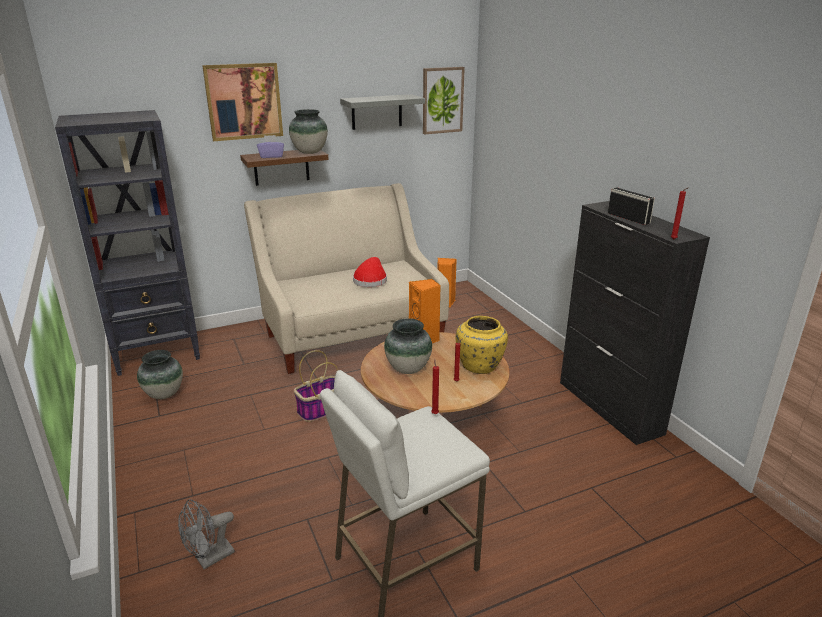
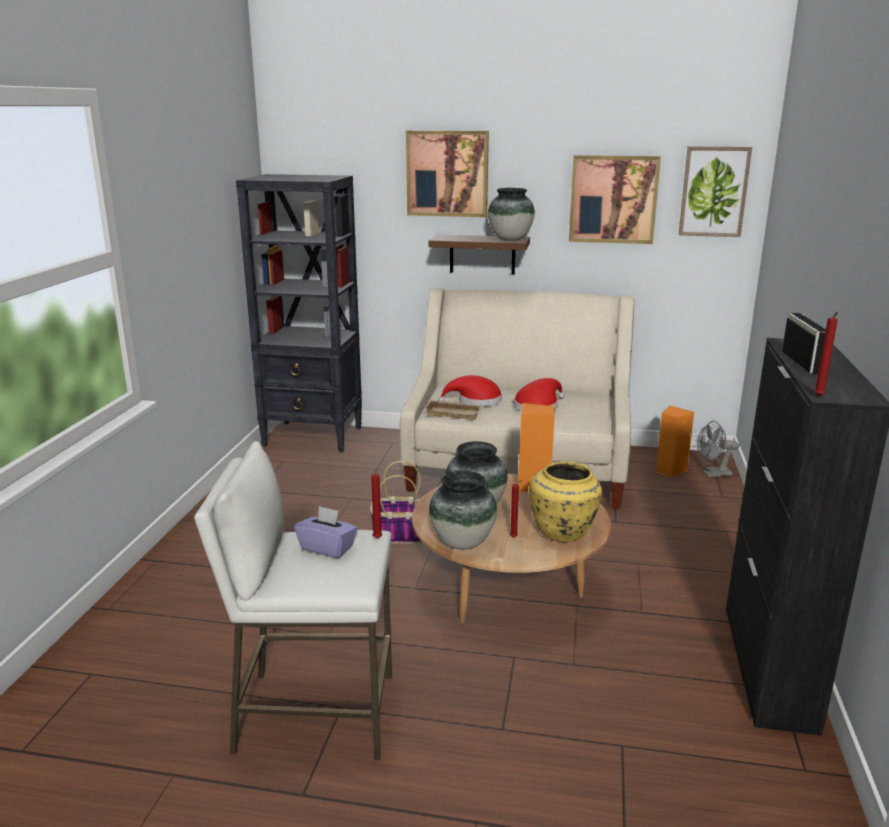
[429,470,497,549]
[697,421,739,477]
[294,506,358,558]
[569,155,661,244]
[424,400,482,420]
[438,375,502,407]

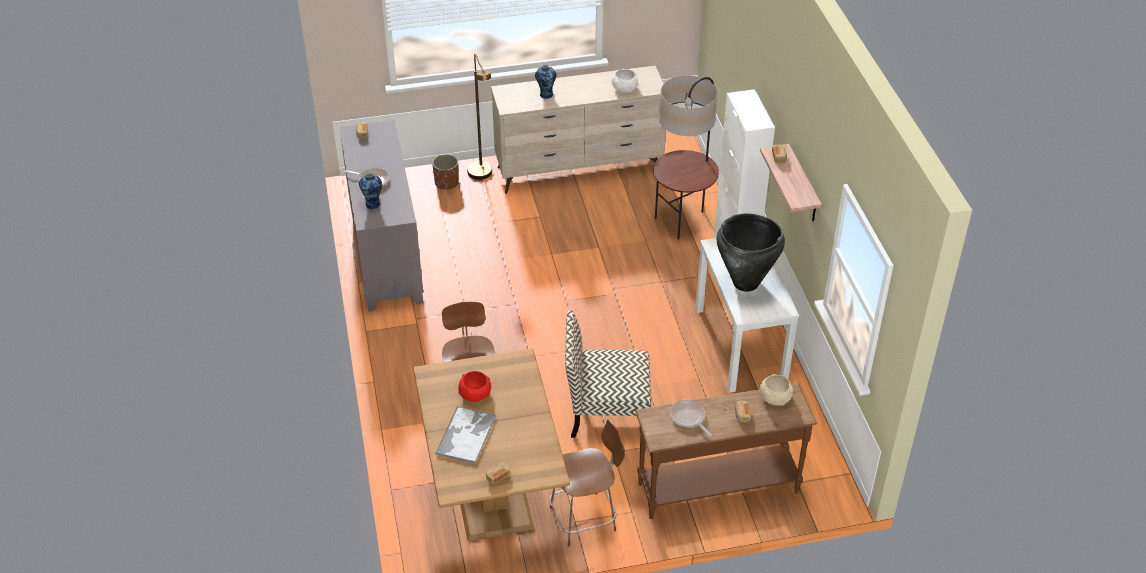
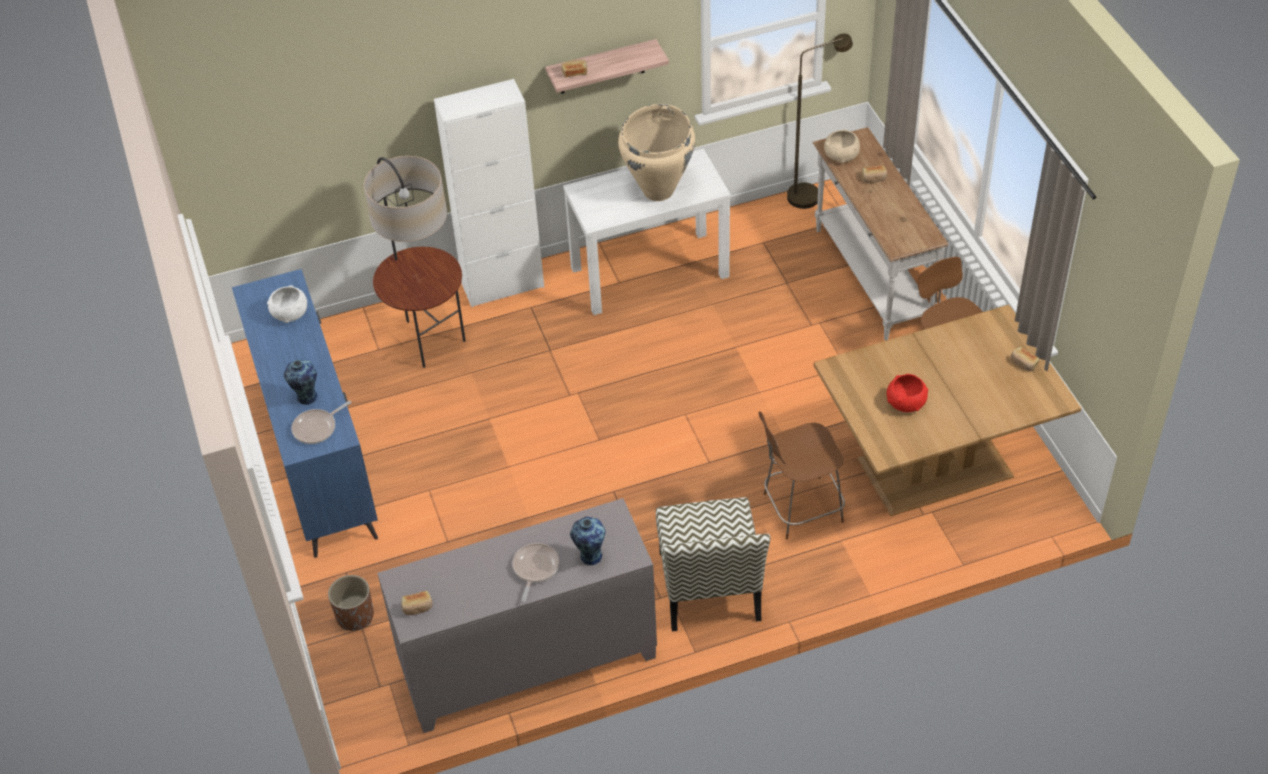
[435,406,496,464] (first image)
[787,33,853,209]
[232,269,378,558]
[656,497,771,632]
[812,127,948,341]
[291,401,351,444]
[618,104,695,201]

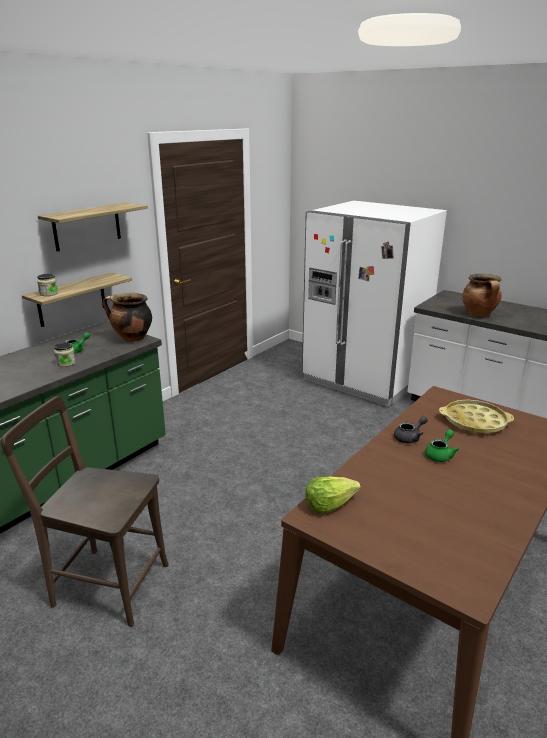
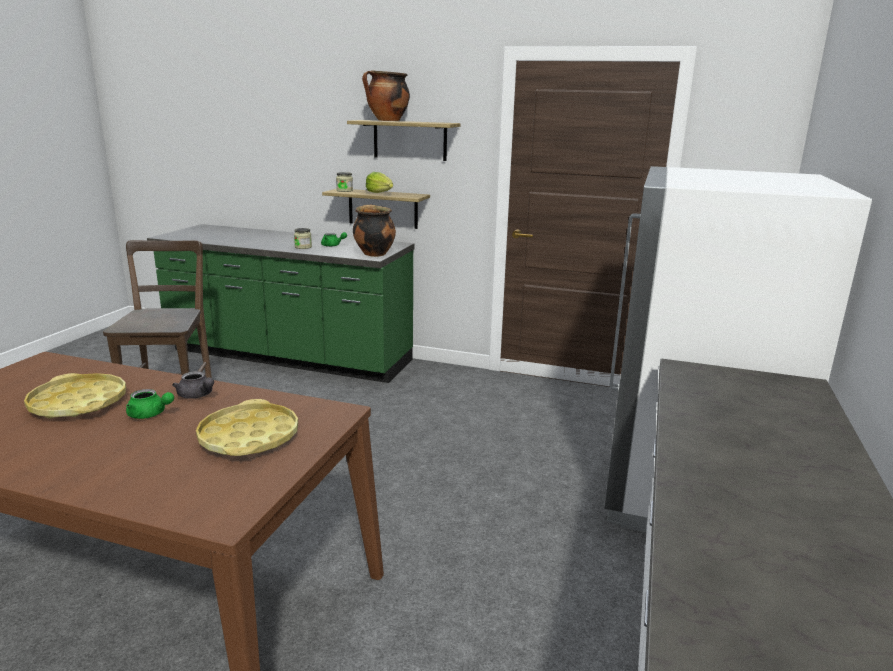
[366,172,393,193]
[362,70,410,121]
[24,373,126,418]

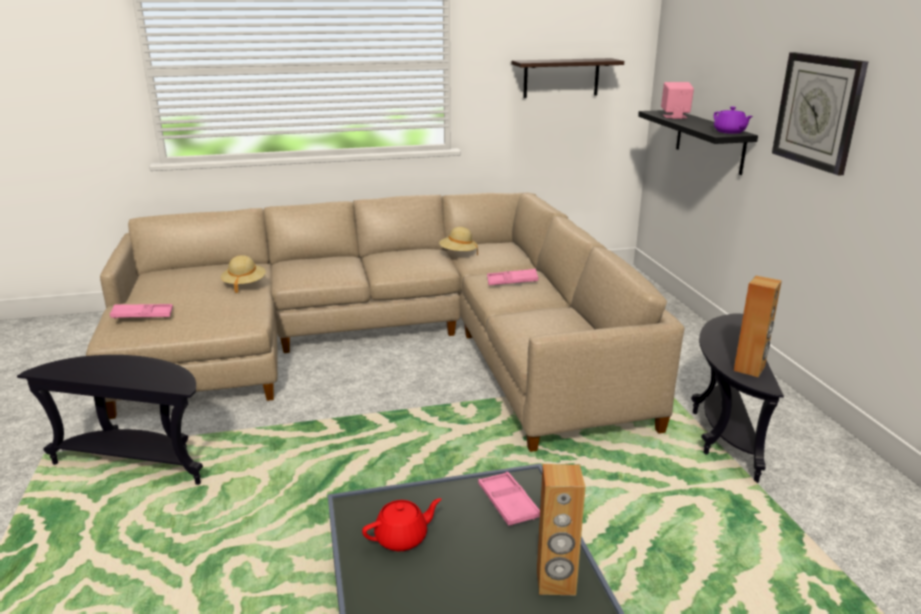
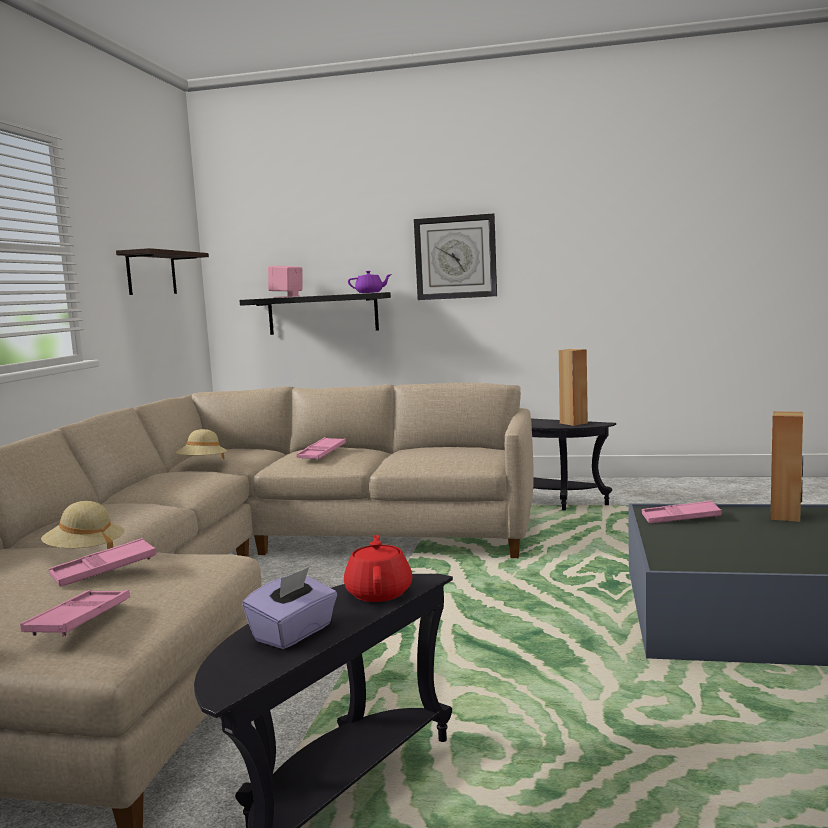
[344,535,412,602]
[49,538,157,586]
[242,567,337,649]

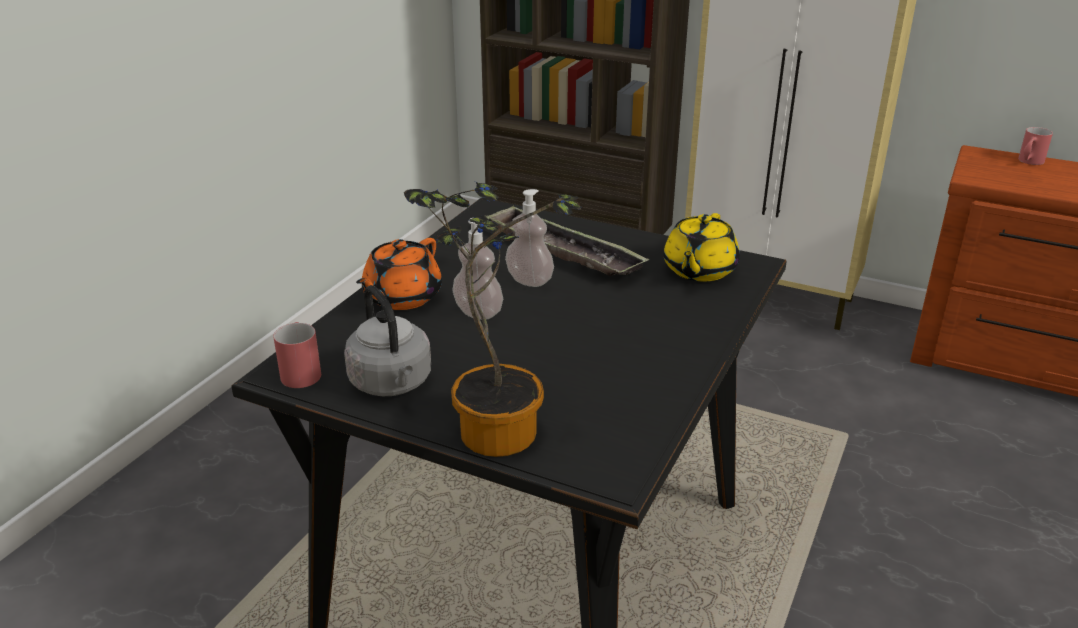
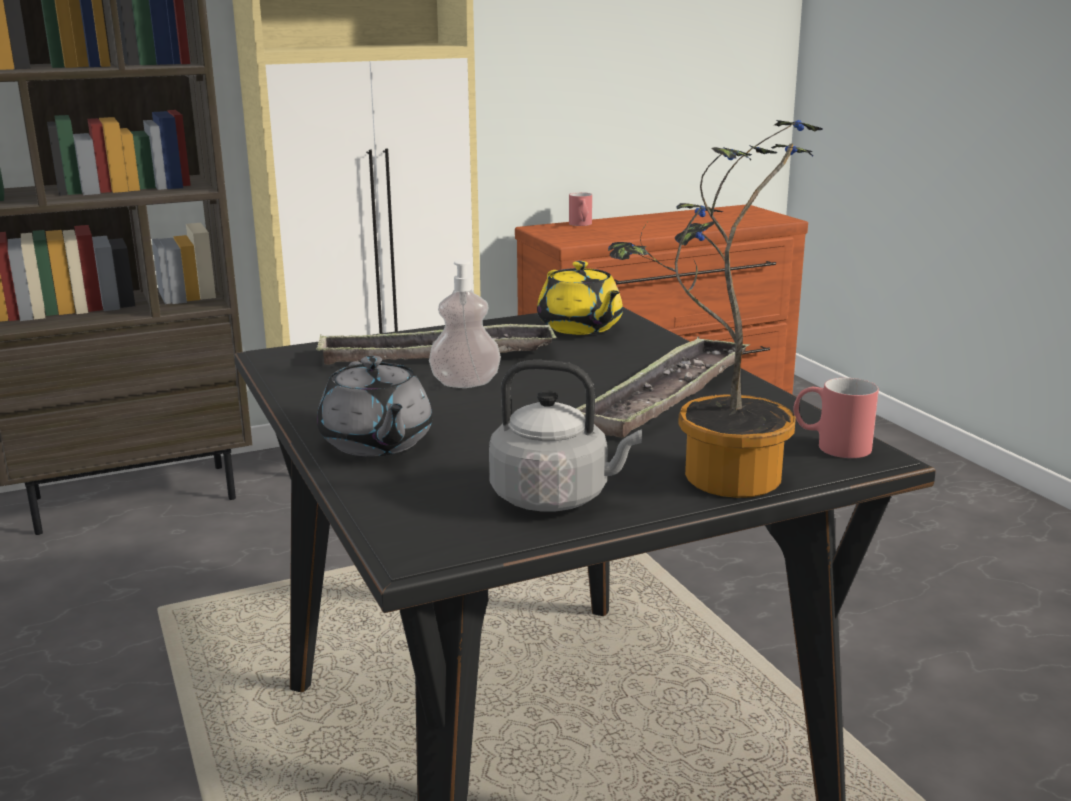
[793,378,879,458]
[317,356,433,456]
[452,218,503,320] (first image)
[576,337,750,438]

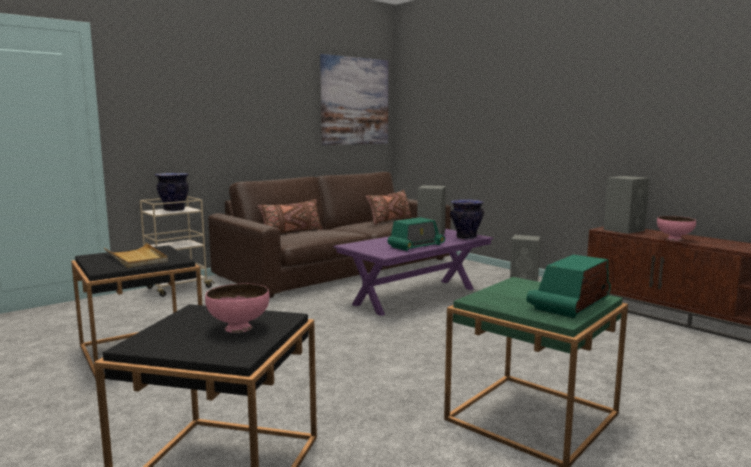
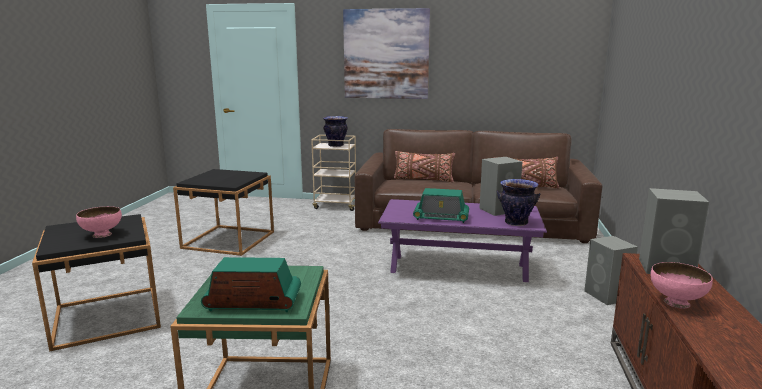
[104,243,168,268] (first image)
[343,8,430,99]

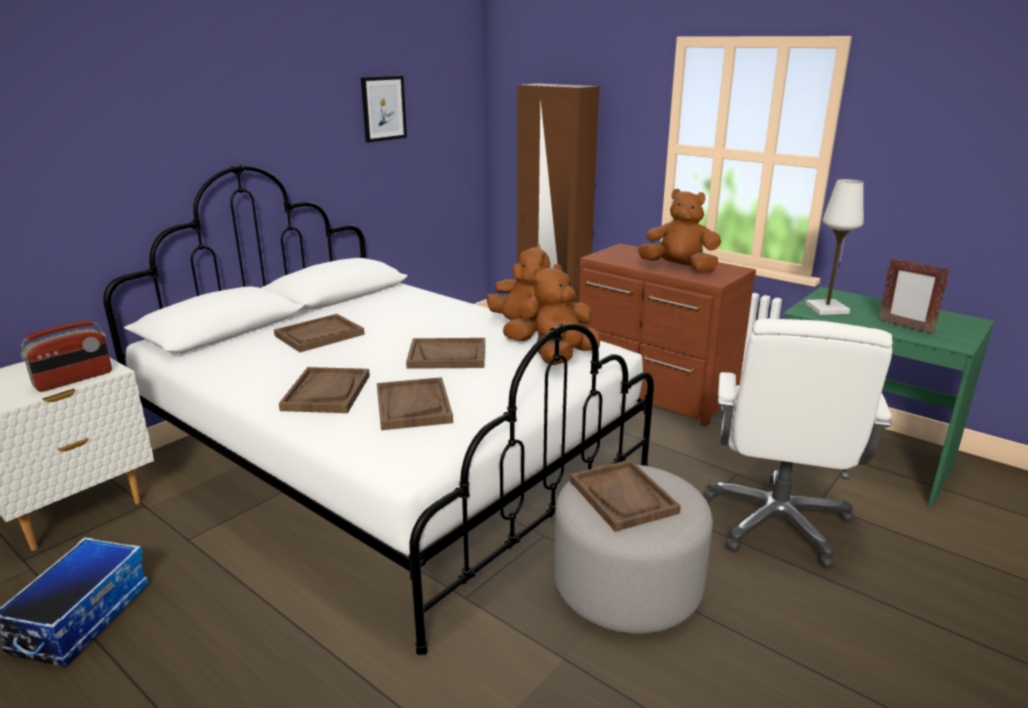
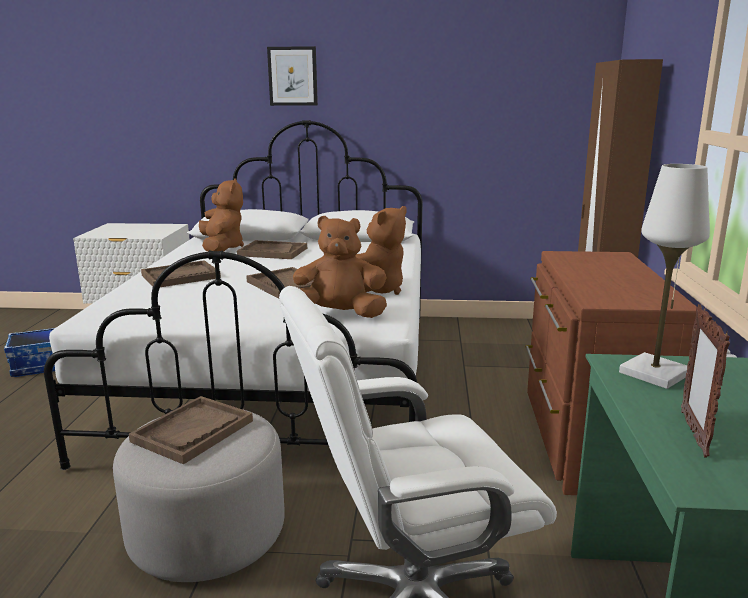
[21,320,112,392] (first image)
[267,46,318,106]
[377,377,453,430] (first image)
[199,178,244,252]

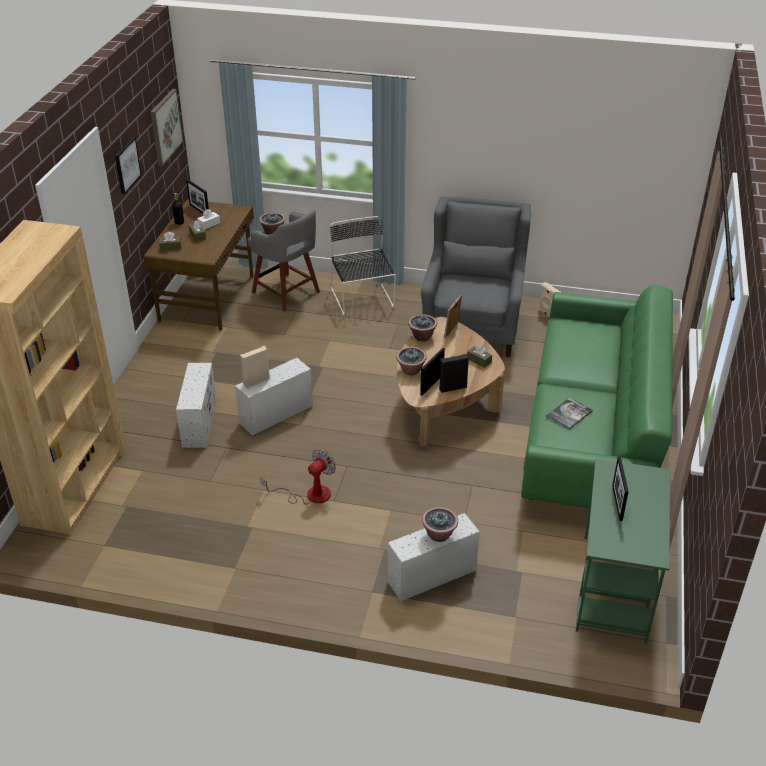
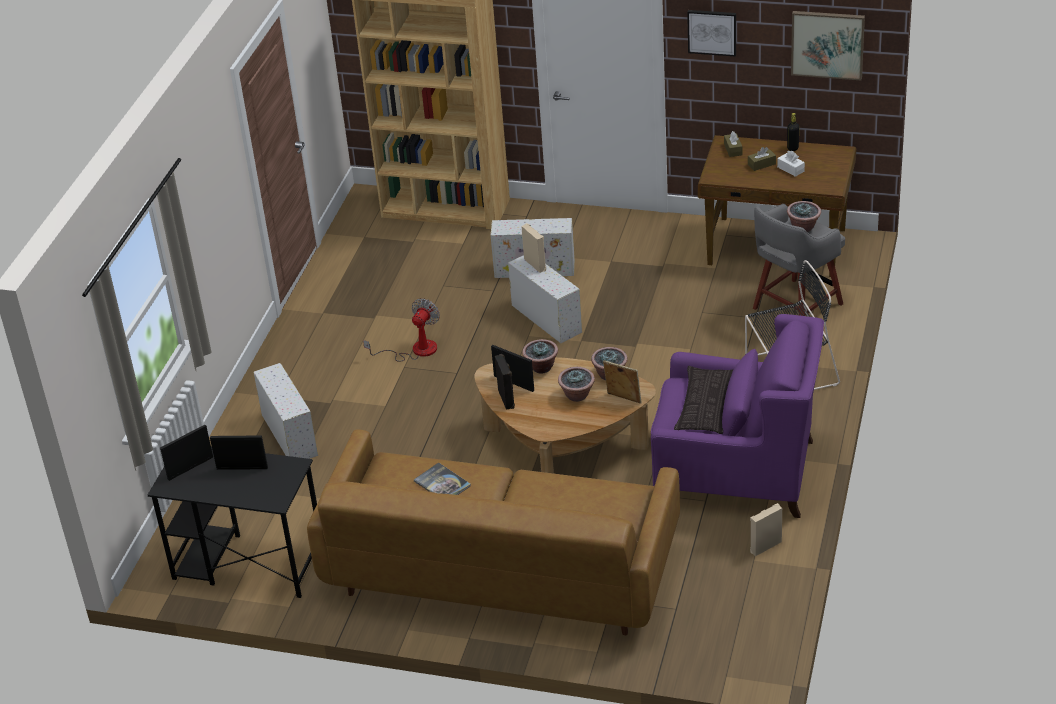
[160,425,213,481]
[363,298,440,362]
[651,314,824,518]
[558,367,595,402]
[467,345,492,368] (first image)
[307,429,680,635]
[148,446,317,598]
[674,366,733,434]

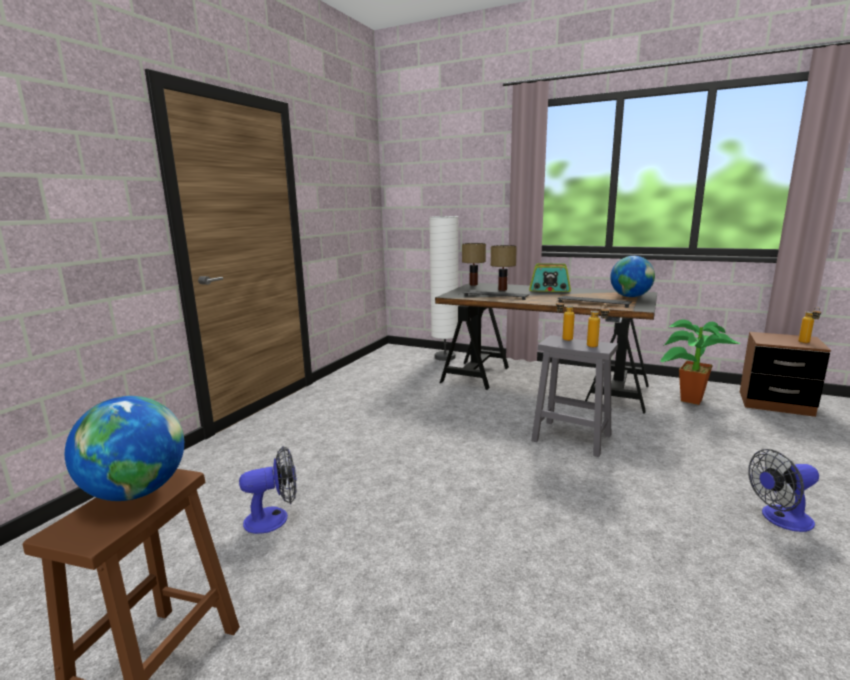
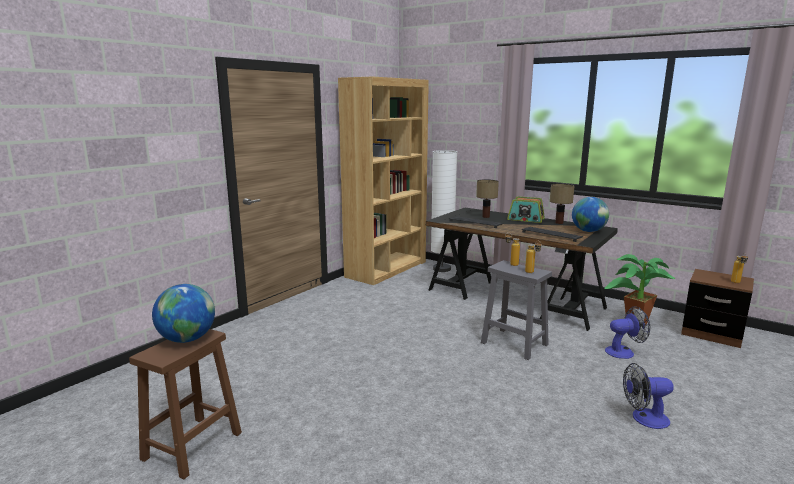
[605,307,650,359]
[550,183,574,224]
[338,76,428,285]

